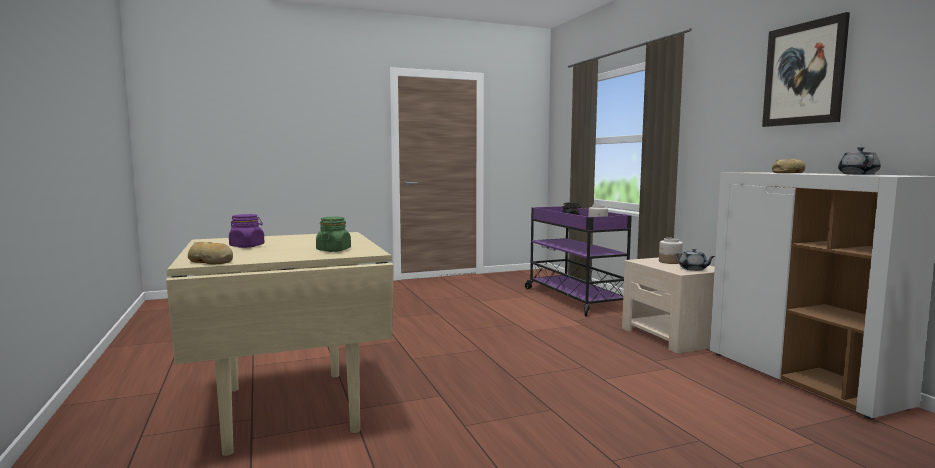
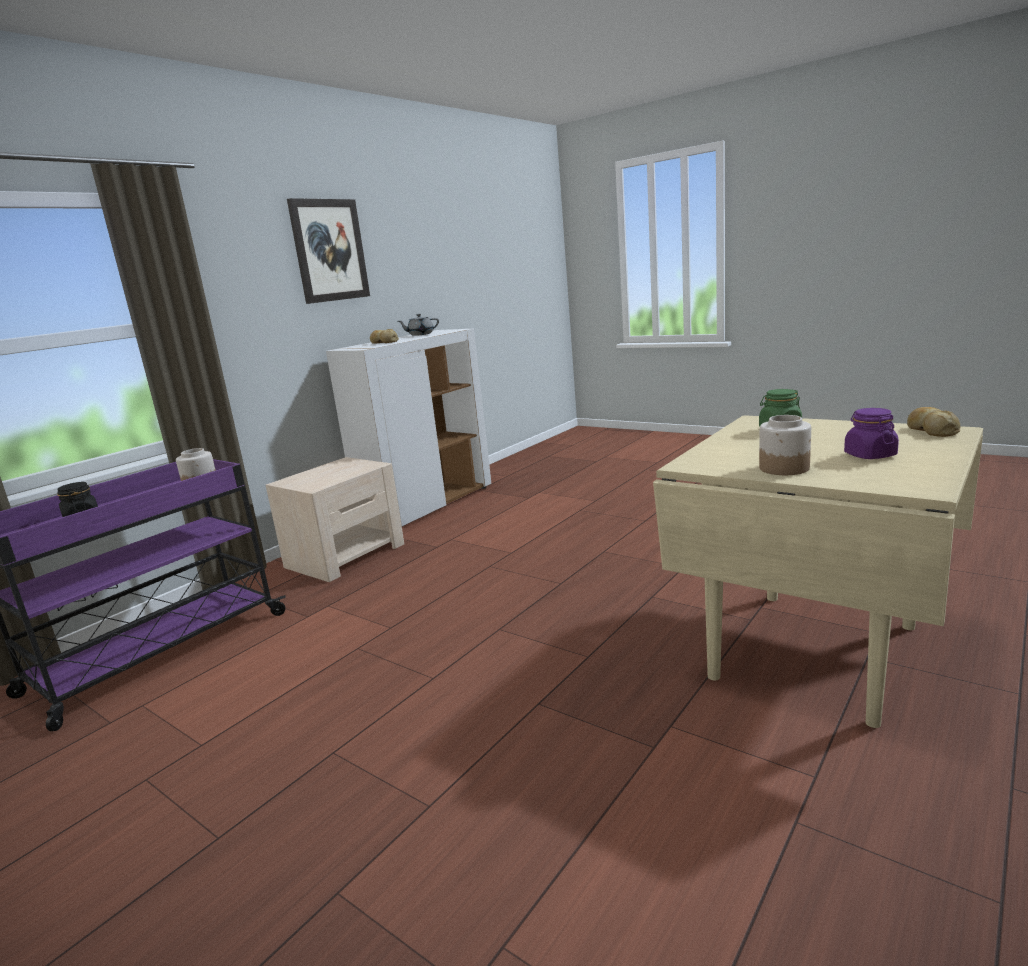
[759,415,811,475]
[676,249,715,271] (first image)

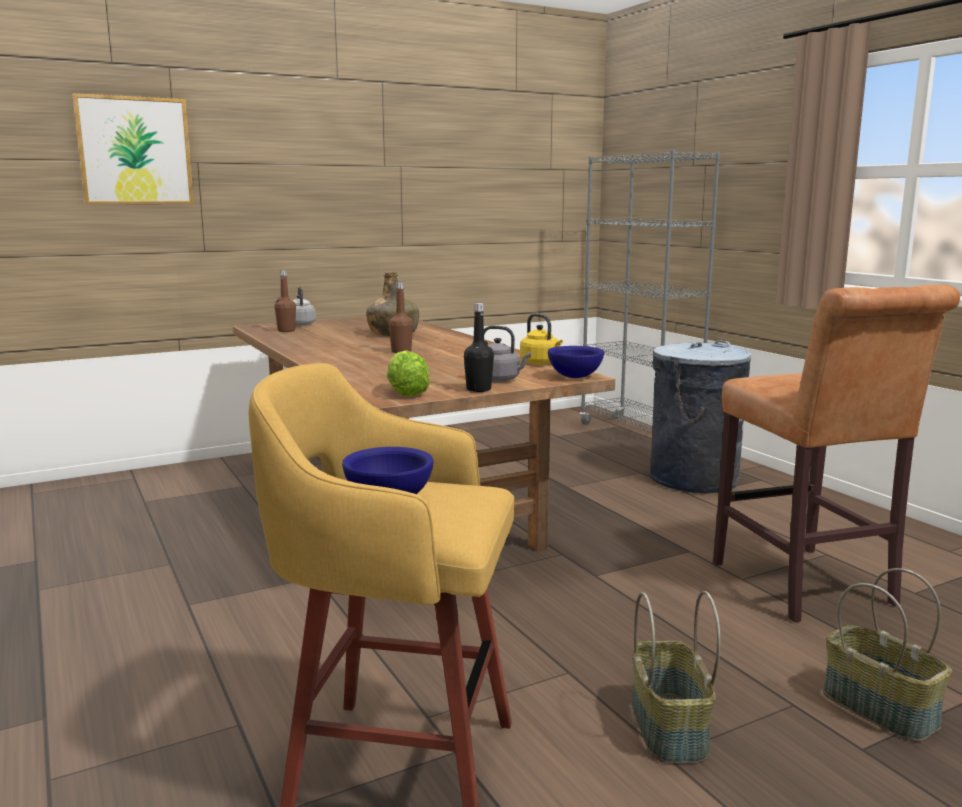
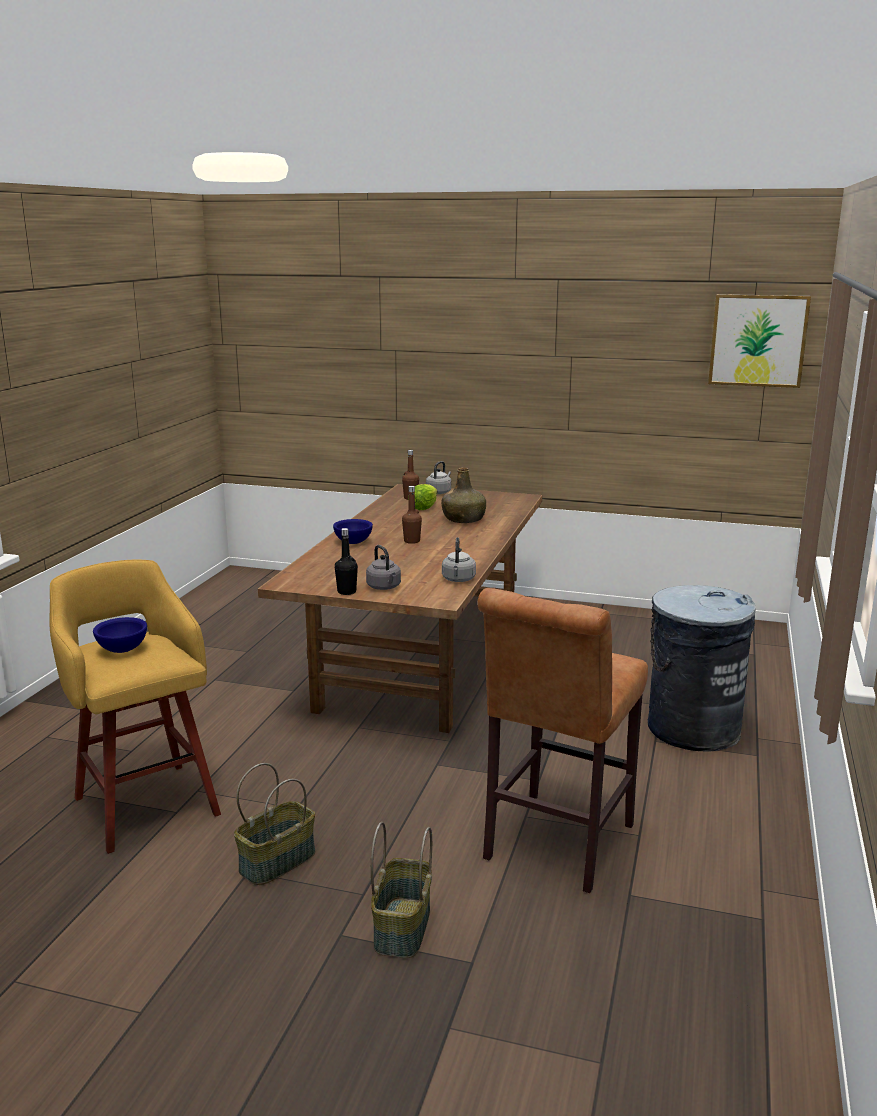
[708,294,811,388]
[408,484,437,510]
[442,538,476,582]
[333,519,373,544]
[580,151,720,432] (first image)

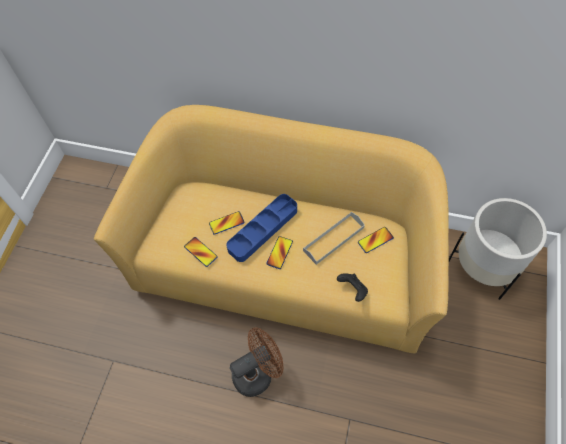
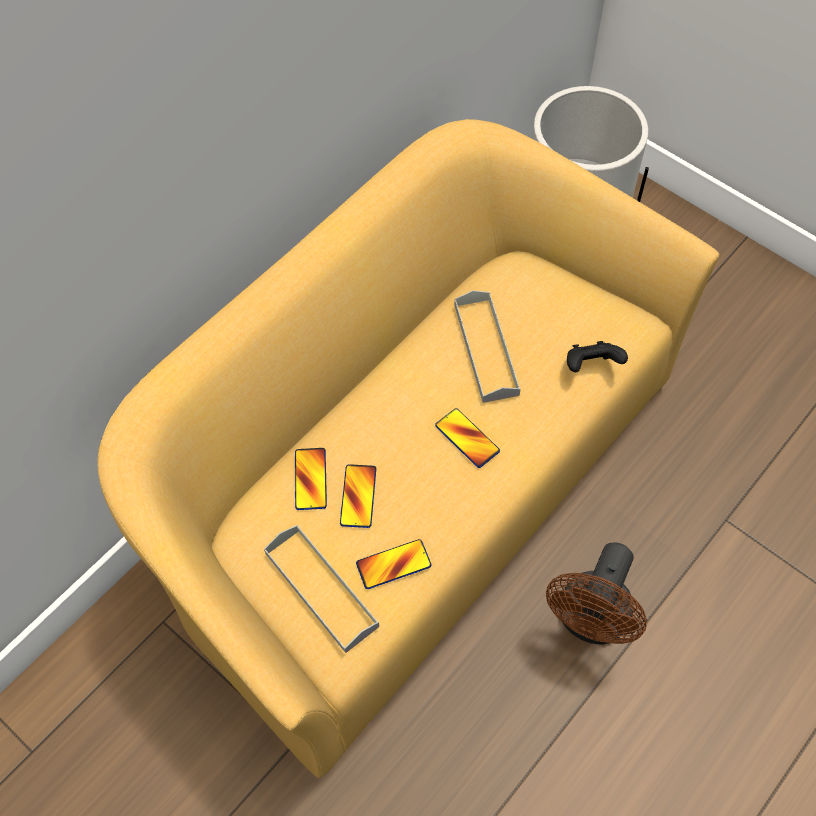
[226,194,297,262] (first image)
[546,542,647,644]
[295,448,327,510]
[264,525,379,653]

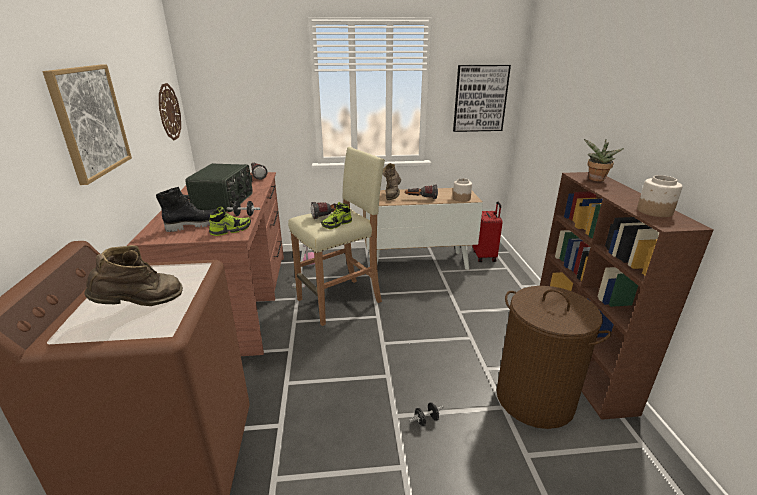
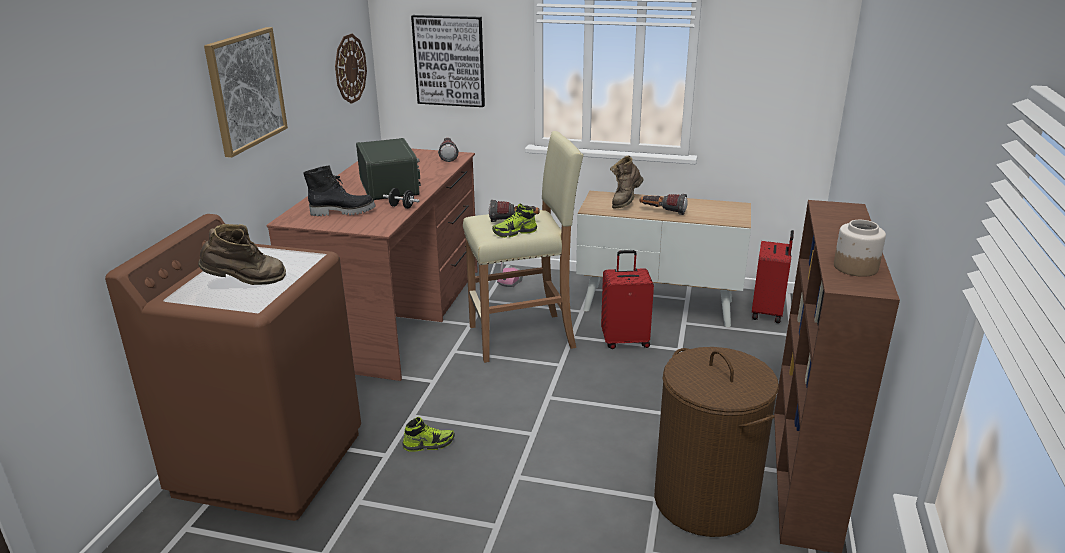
[356,138,421,200]
[402,417,455,451]
[409,402,444,426] (first image)
[411,15,485,107]
[453,178,472,202] (first image)
[584,139,624,182] (first image)
[601,250,654,349]

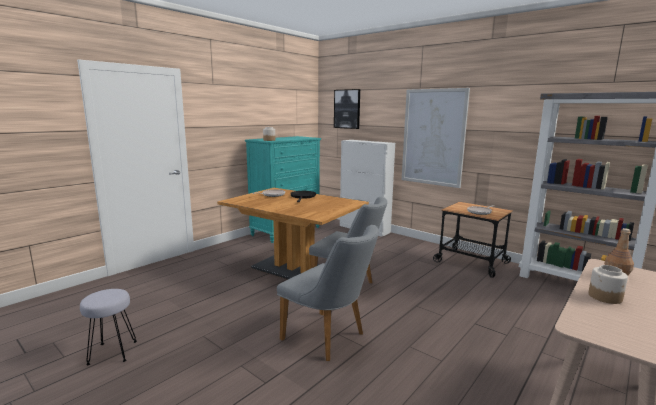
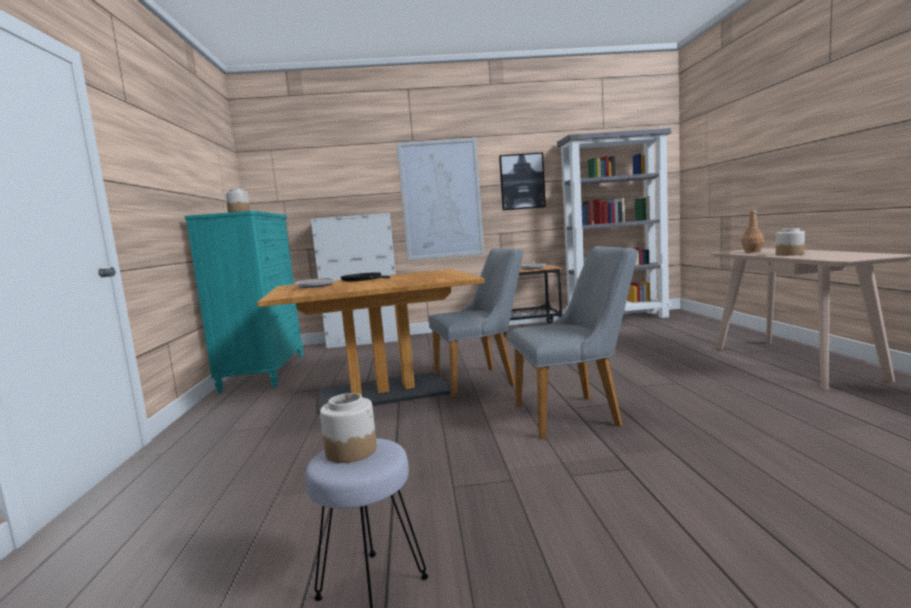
[499,152,546,210]
[320,393,377,463]

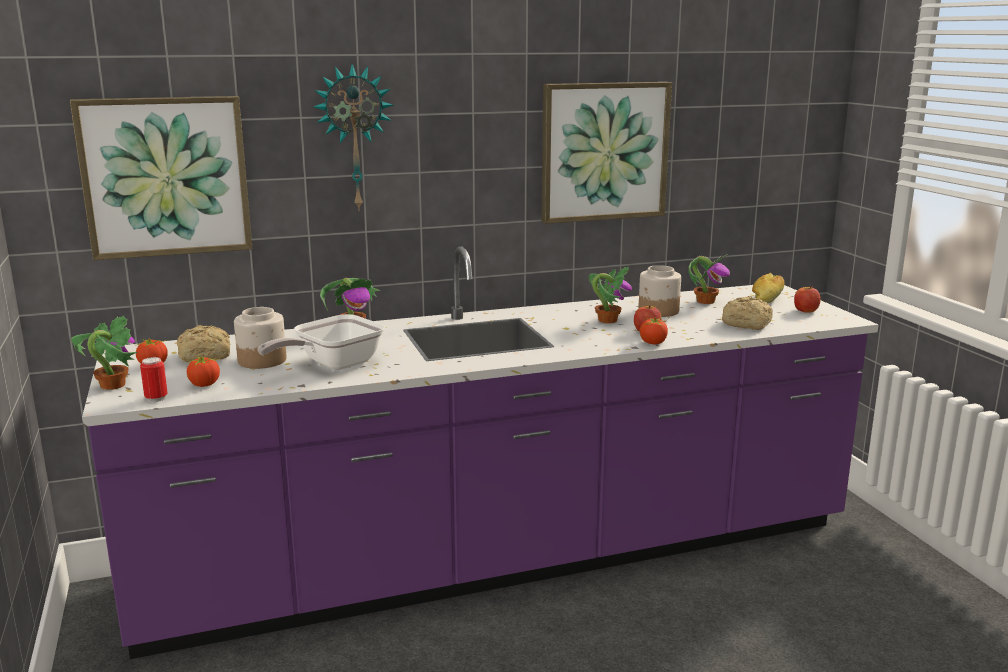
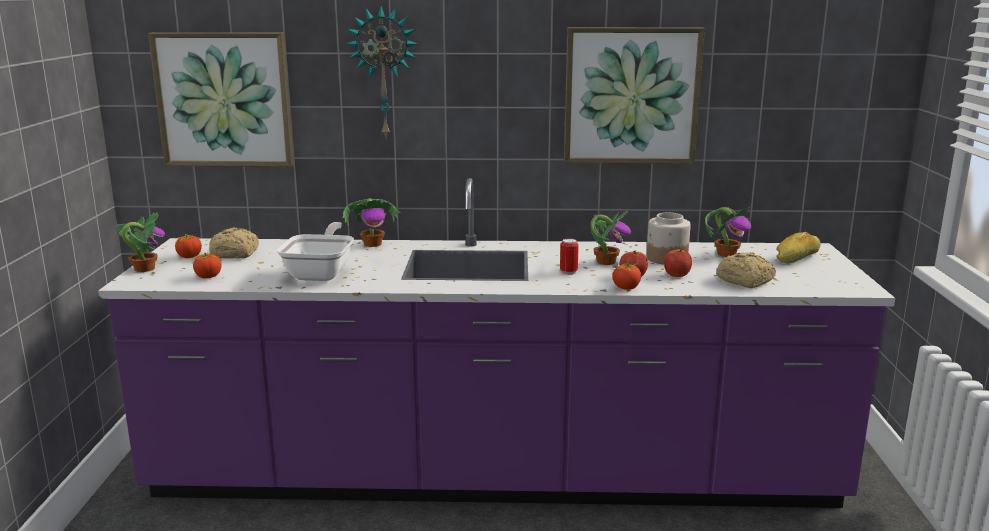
[560,238,579,275]
[234,307,286,369] (first image)
[277,222,354,281]
[664,249,692,277]

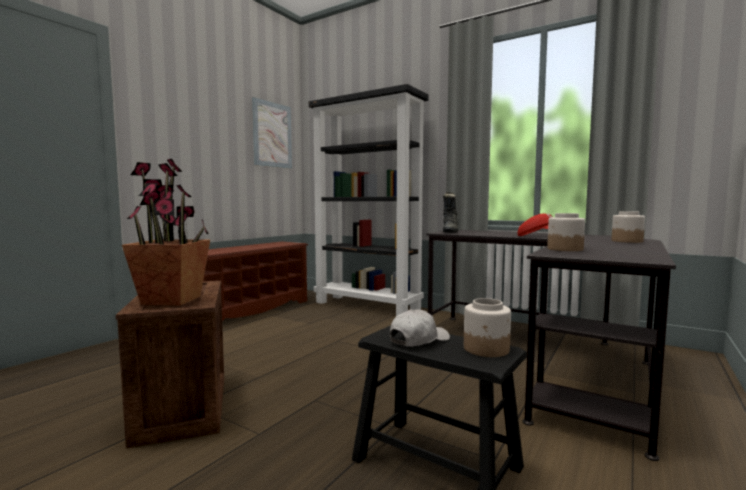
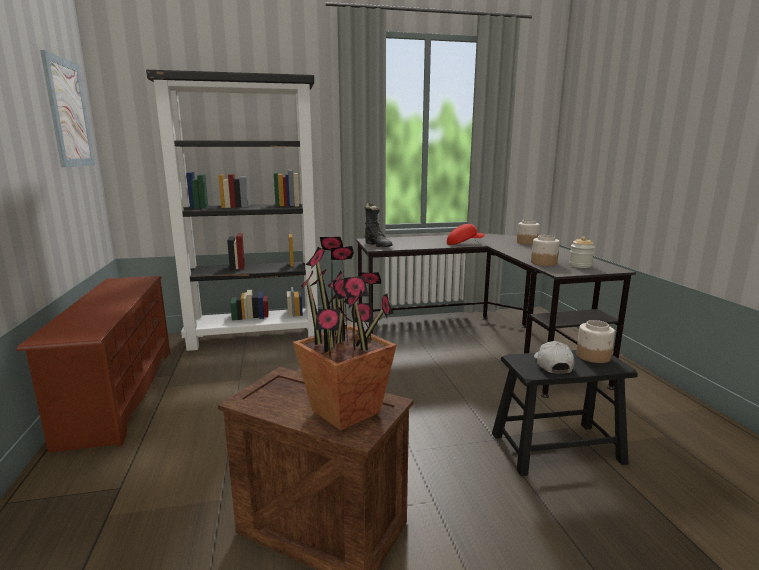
[569,236,595,268]

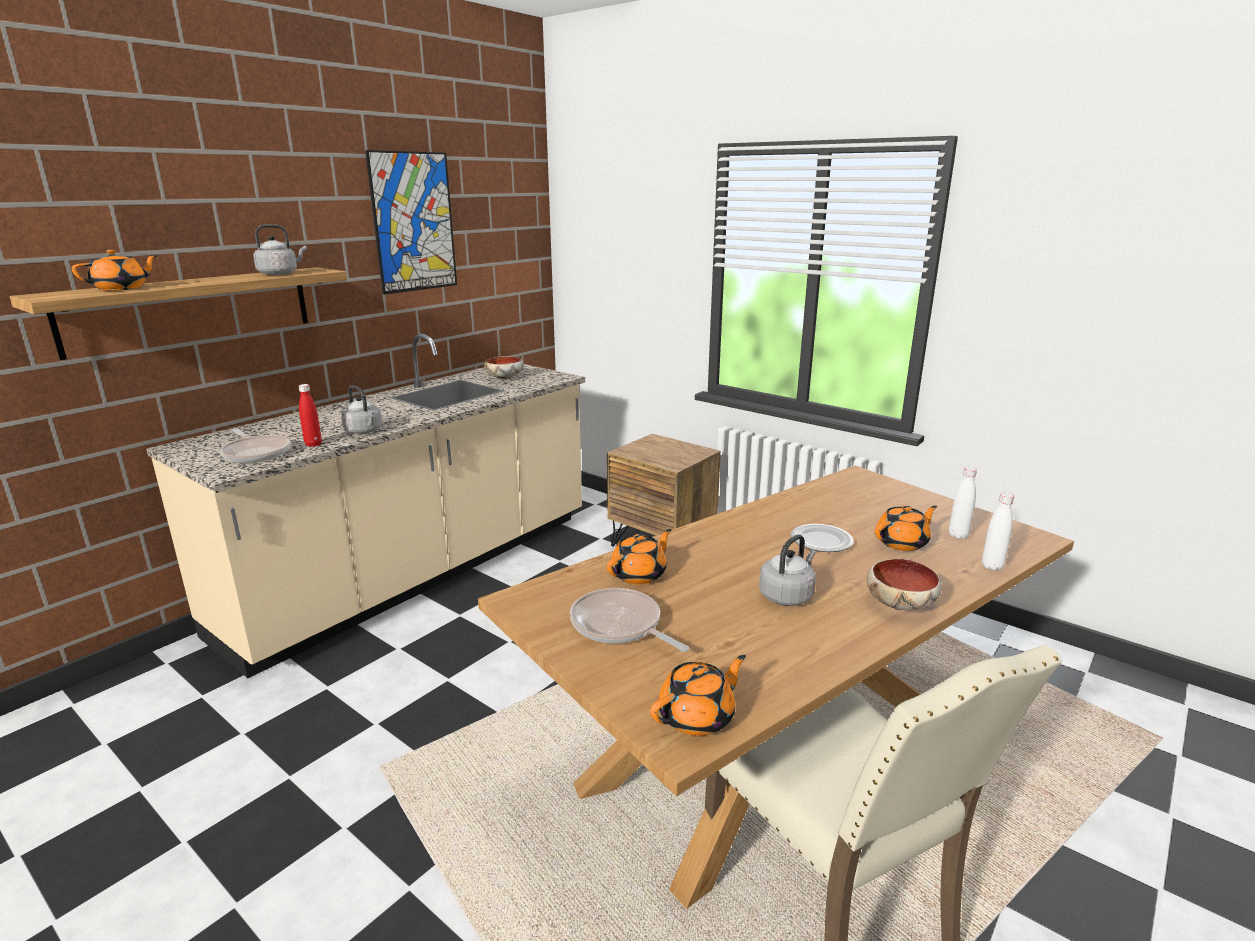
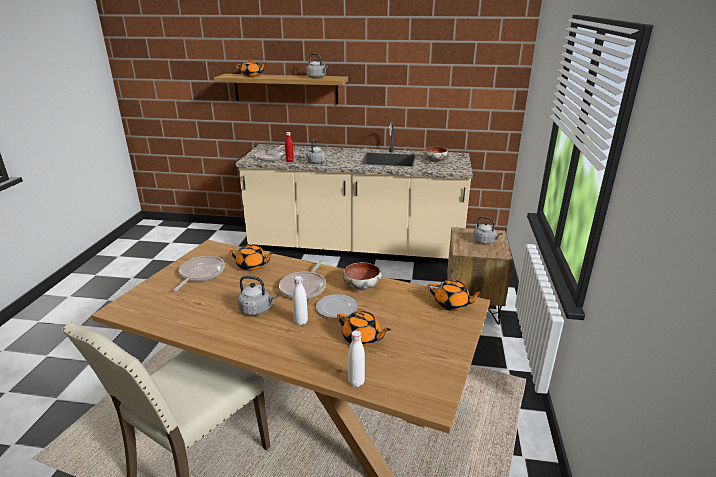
[365,150,457,295] (first image)
[428,280,483,311]
[343,262,382,290]
[293,276,308,325]
[279,260,326,299]
[473,216,503,244]

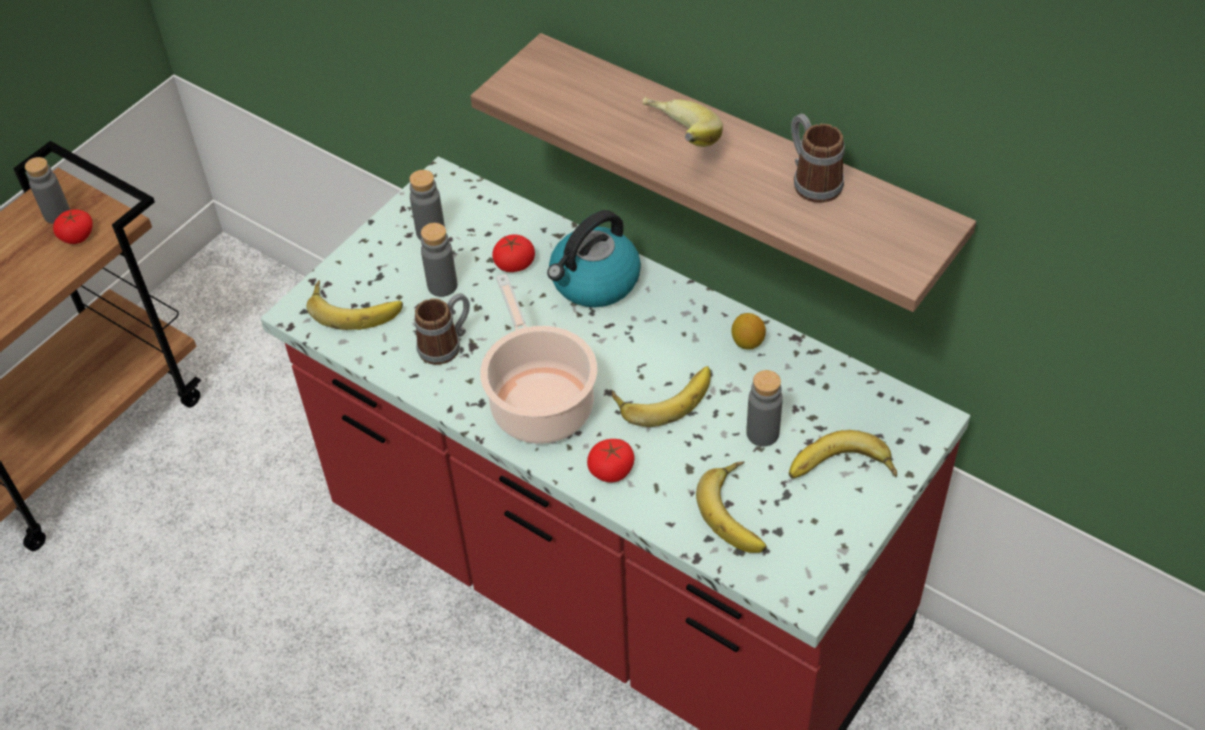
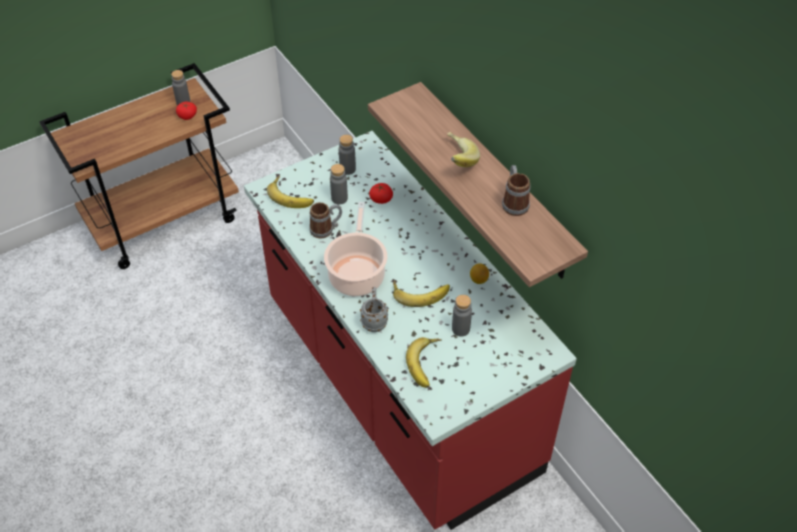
[547,210,641,307] (first image)
[360,287,388,332]
[789,430,897,478] (first image)

